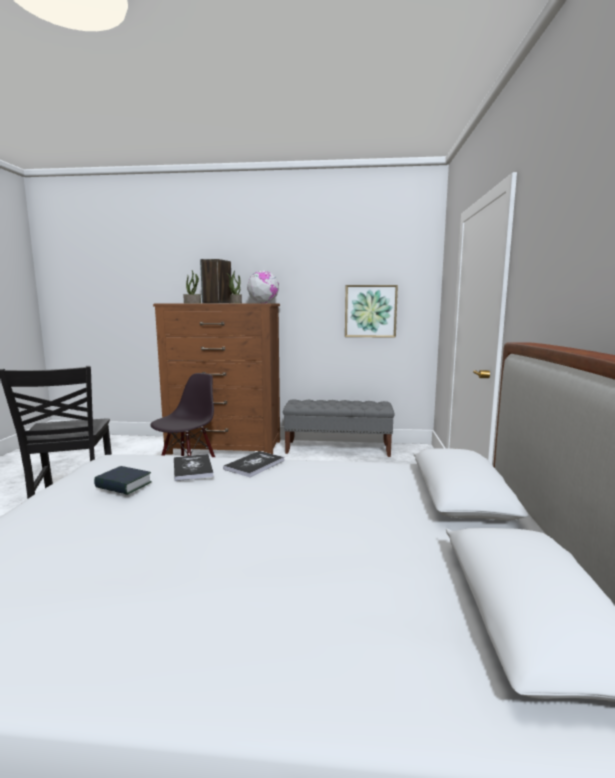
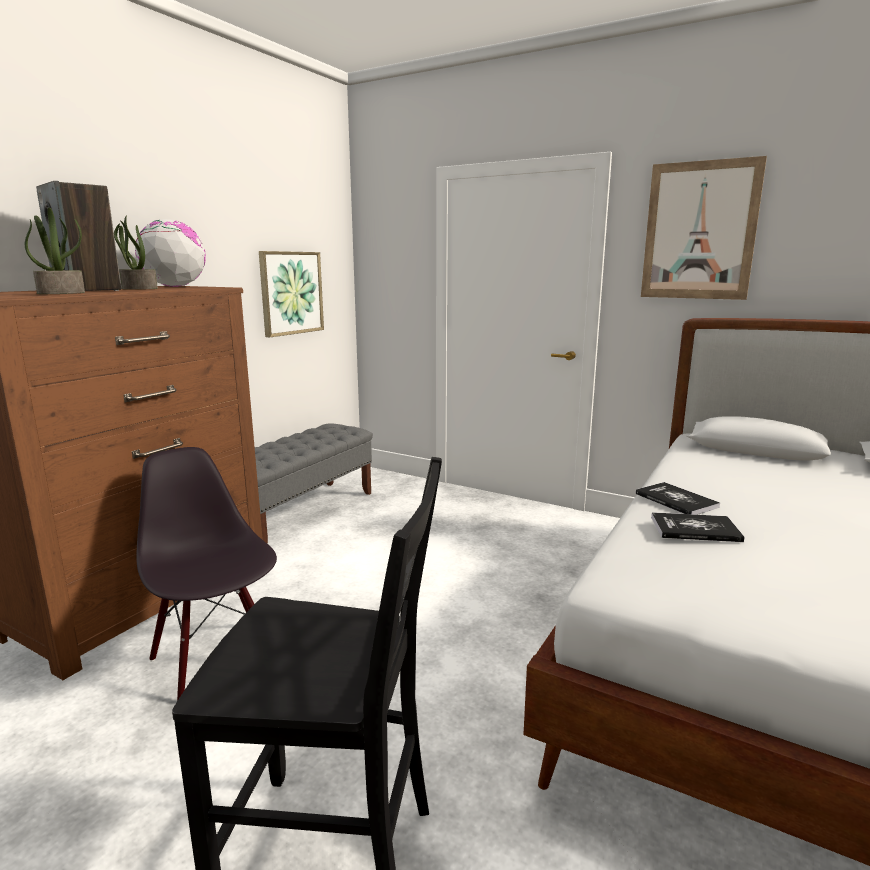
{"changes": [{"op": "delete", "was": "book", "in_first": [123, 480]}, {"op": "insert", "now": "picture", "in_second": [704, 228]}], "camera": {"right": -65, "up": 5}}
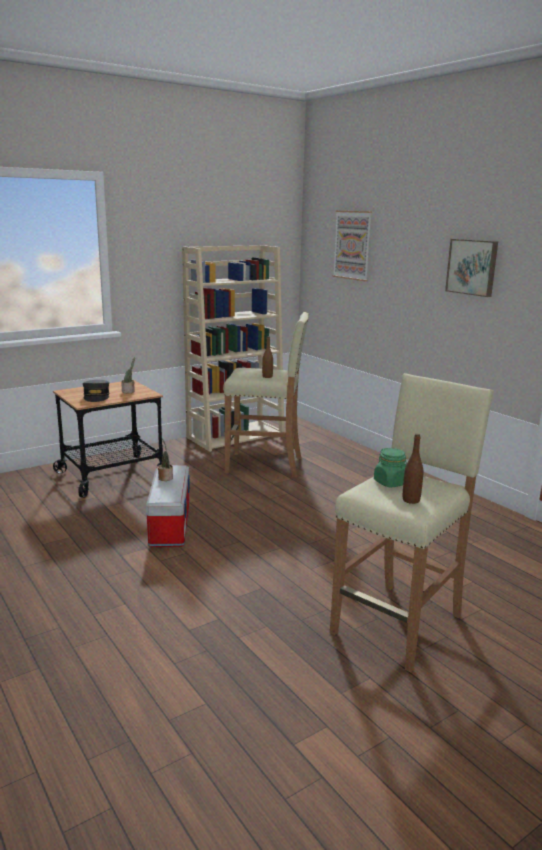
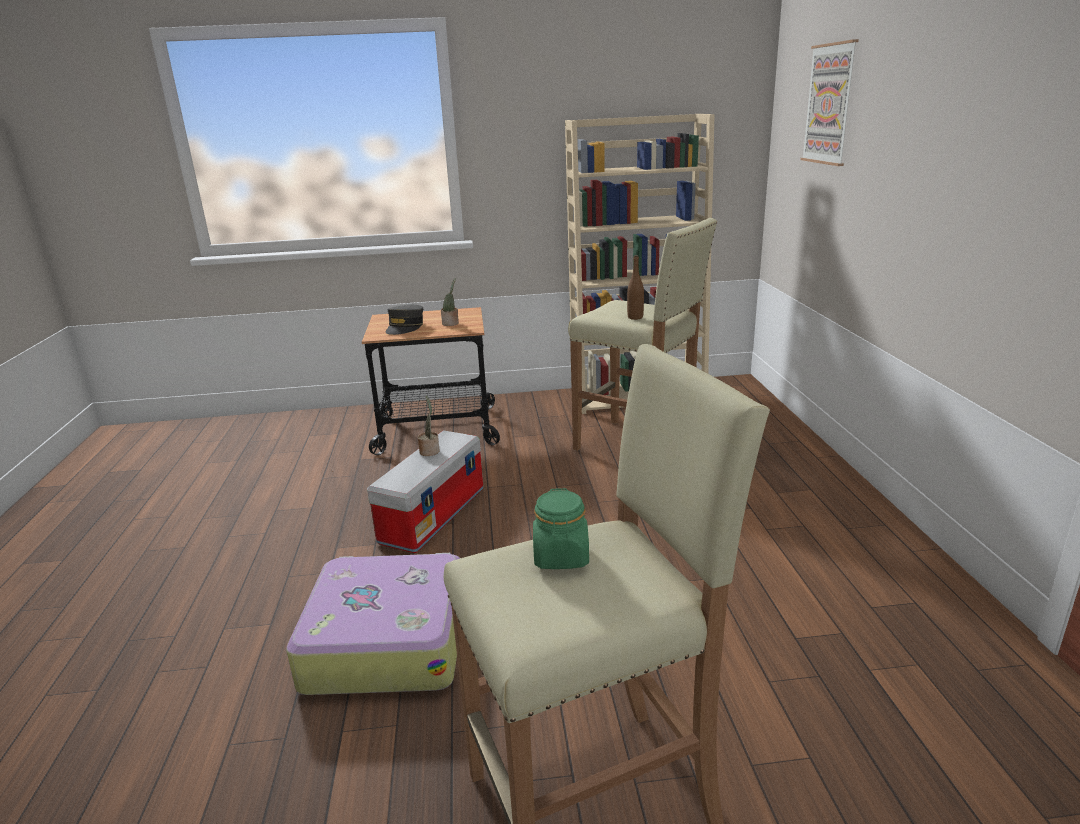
{"changes": [{"op": "delete", "was": "brown bottle", "in_first": [413, 469]}, {"op": "delete", "was": "picture", "in_first": [471, 268]}, {"op": "insert", "now": "suitcase", "in_second": [373, 624]}], "camera": {"right": 30, "up": 5}}
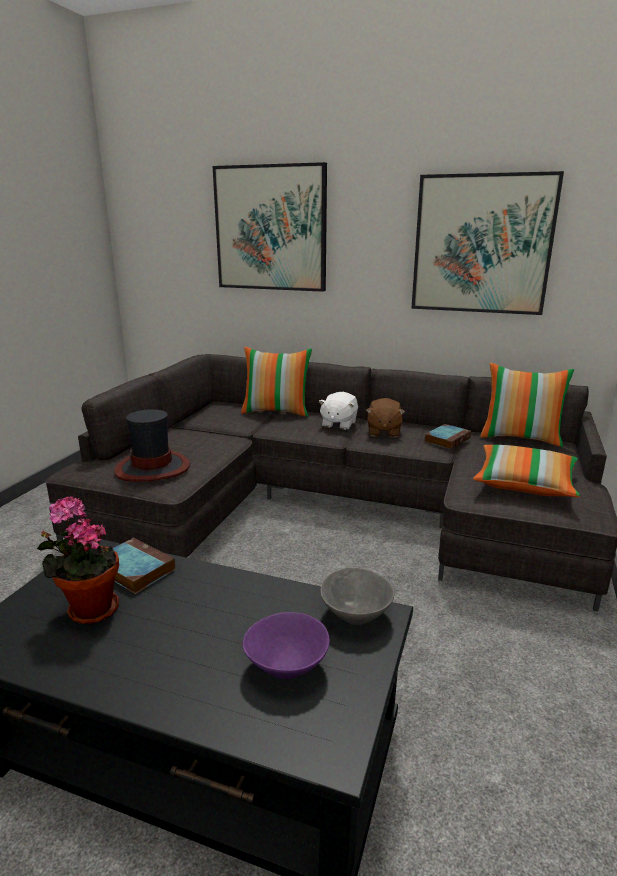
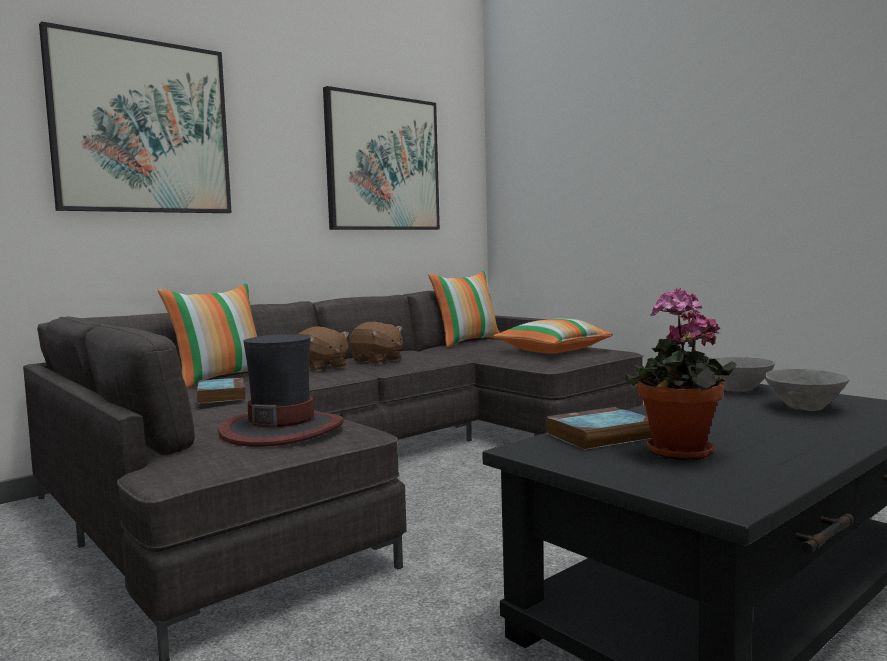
{"changes": [{"op": "recolor", "was": "purple bowl", "now": "grey bowl", "in_first": [286, 645], "in_second": [806, 390]}, {"op": "recolor", "was": "white plush toy", "now": "brown plush toy", "in_first": [338, 411], "in_second": [323, 349]}, {"op": "move", "was": "book", "in_first": [447, 436], "in_second": [221, 390]}], "camera": {"right": -60, "up": -15}}
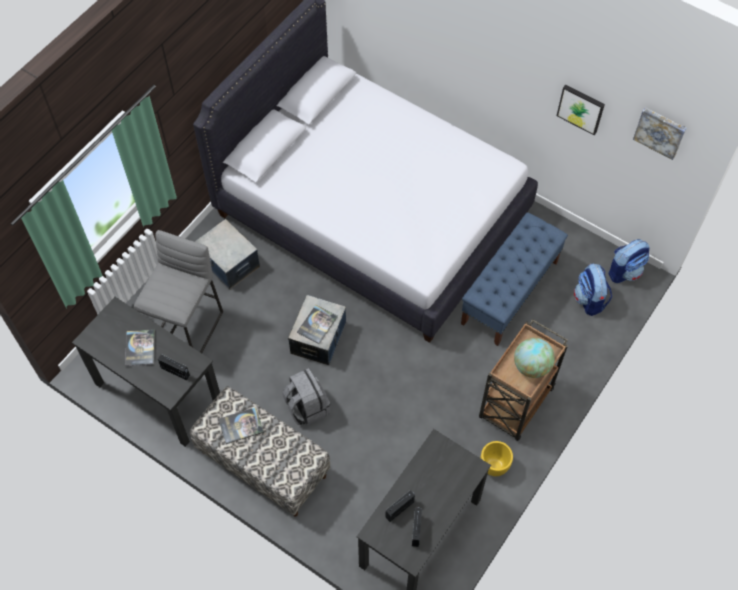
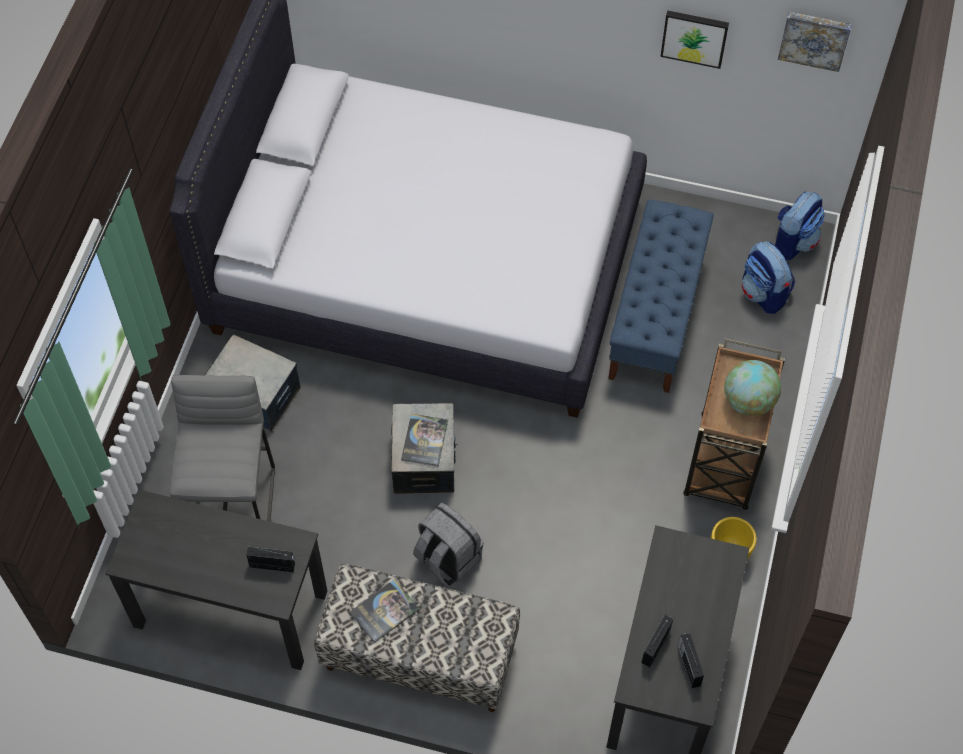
{"changes": [{"op": "delete", "was": "book", "in_first": [140, 347]}], "camera": {"right": -20, "up": 0}}
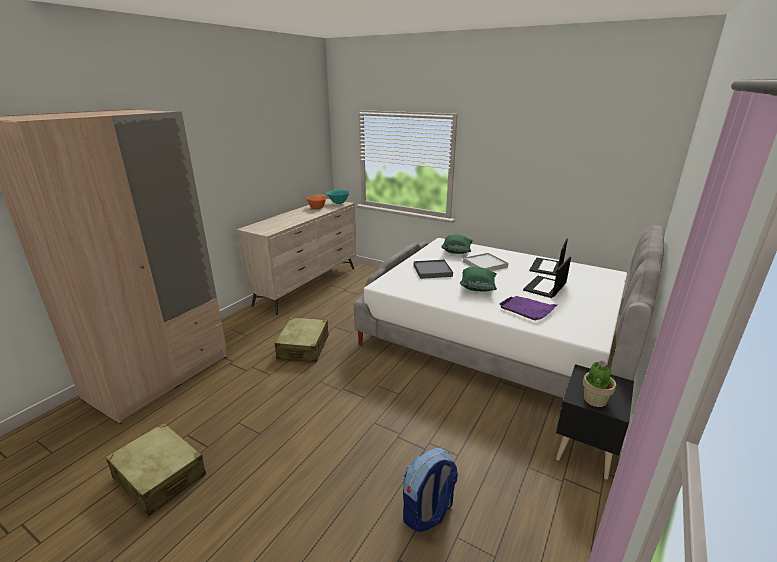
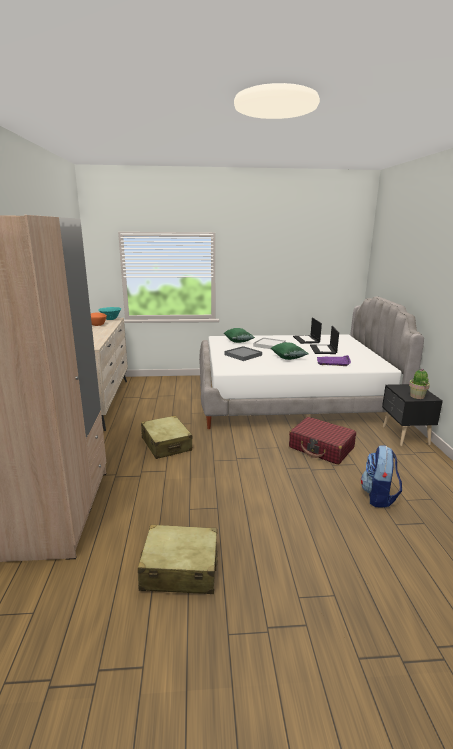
{"changes": [{"op": "insert", "now": "red suitcase", "in_second": [322, 441]}], "camera": {"right": -35, "up": -5}}
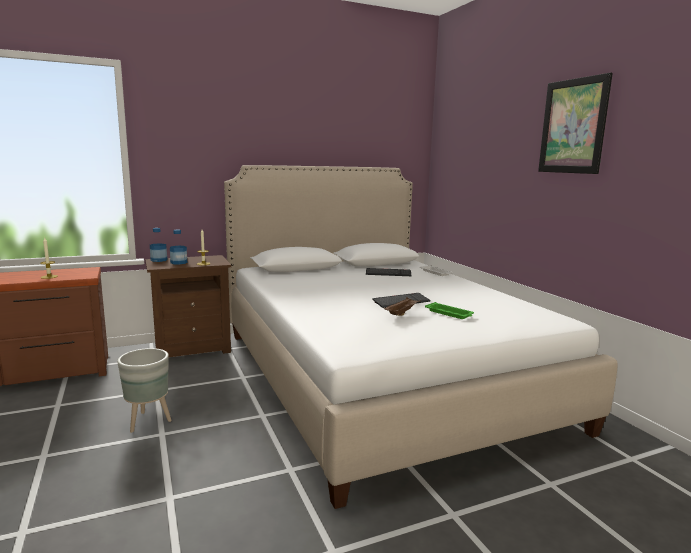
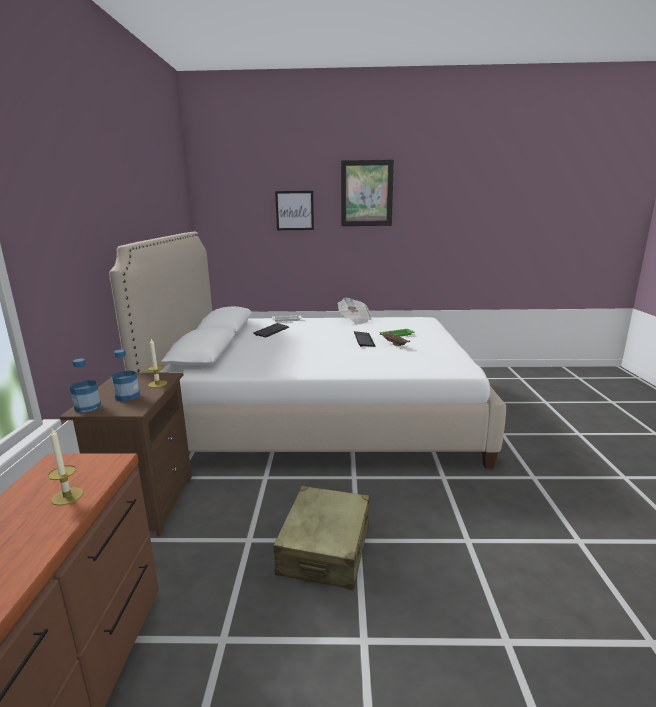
{"changes": [{"op": "replace", "was": "grey planter", "now": "beige suitcase", "in_first": [144, 390], "in_second": [322, 538]}, {"op": "insert", "now": "picture", "in_second": [294, 210]}, {"op": "insert", "now": "newspaper", "in_second": [355, 311]}], "camera": {"right": -65, "up": 5}}
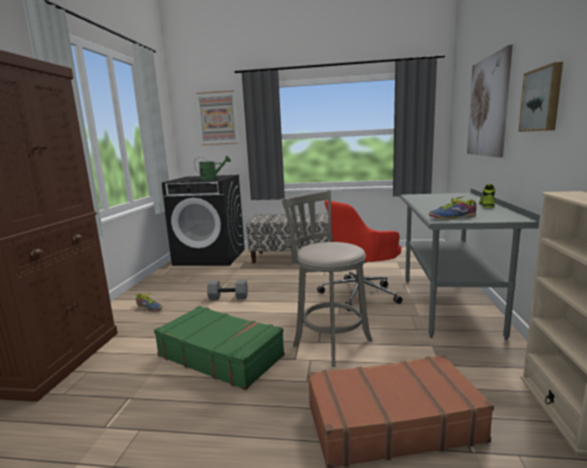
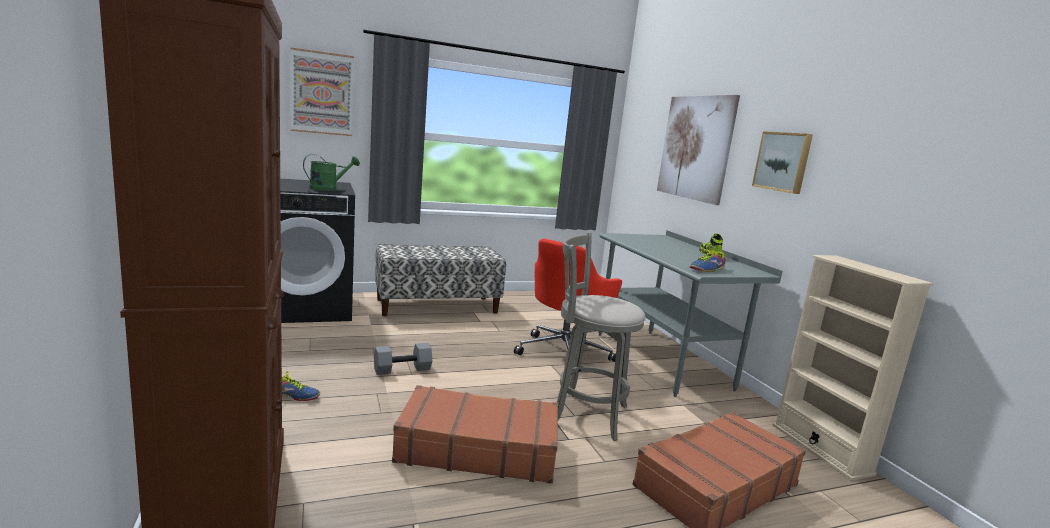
{"changes": [{"op": "recolor", "was": "green suitcase", "now": "brown suitcase", "in_first": [219, 348], "in_second": [475, 434]}], "camera": {"right": -30, "up": 0}}
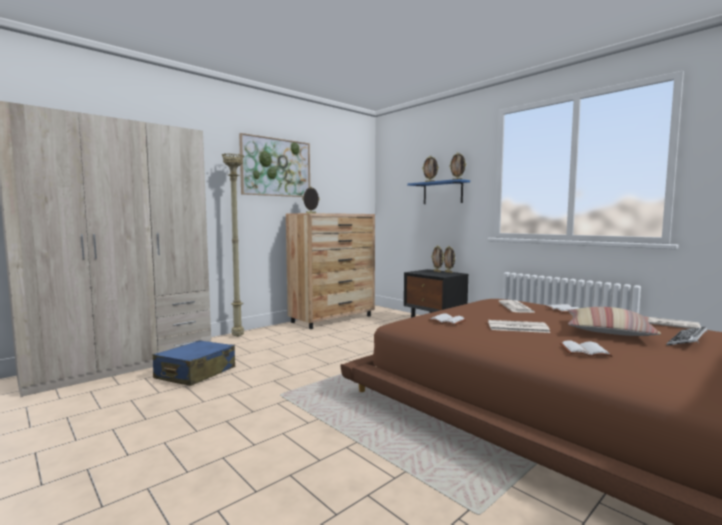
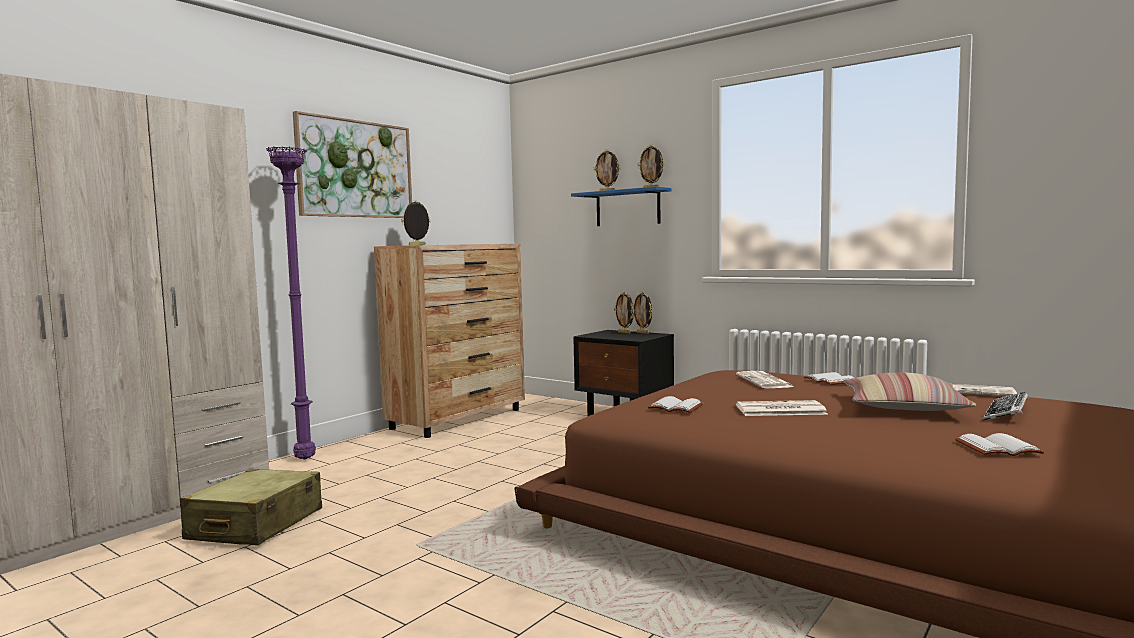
{"changes": [{"op": "recolor", "was": "blue suitcase", "now": "beige suitcase", "in_first": [194, 363], "in_second": [251, 507]}, {"op": "recolor", "was": "beige floor lamp", "now": "purple floor lamp", "in_first": [232, 245], "in_second": [291, 302]}, {"op": "move", "was": "white book", "in_first": [586, 348], "in_second": [999, 444]}], "camera": {"right": -10, "up": 0}}
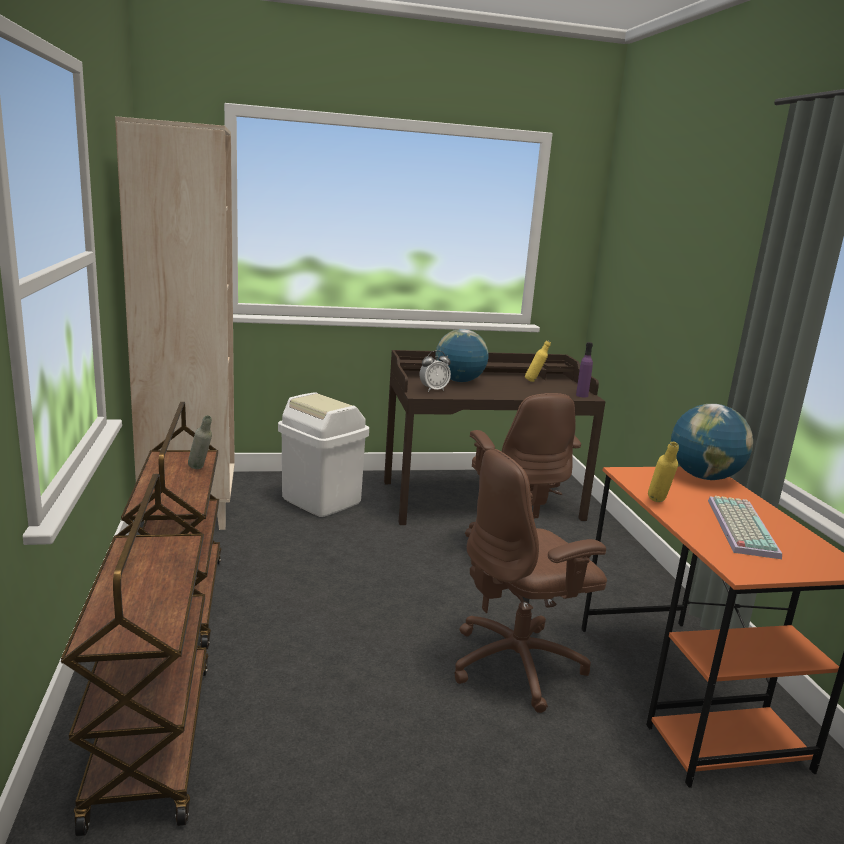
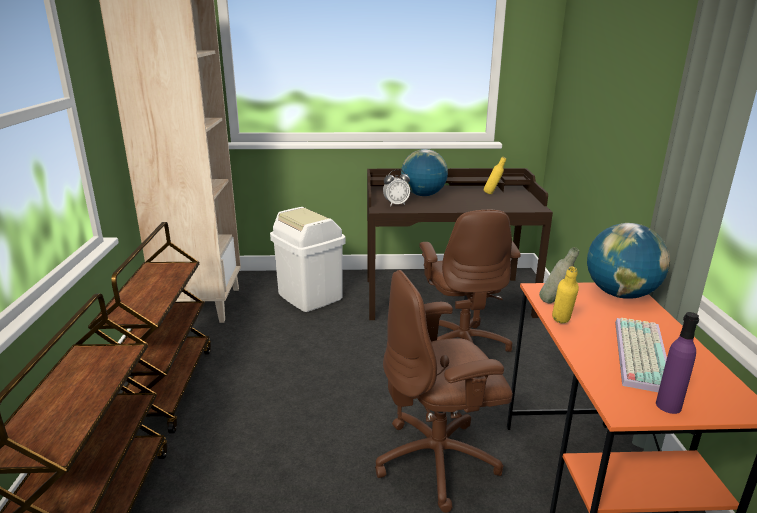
{"changes": [{"op": "move", "was": "grey bottle", "in_first": [200, 442], "in_second": [559, 275]}, {"op": "move", "was": "purple bottle", "in_first": [584, 370], "in_second": [677, 363]}], "camera": {"right": 10, "up": 5}}
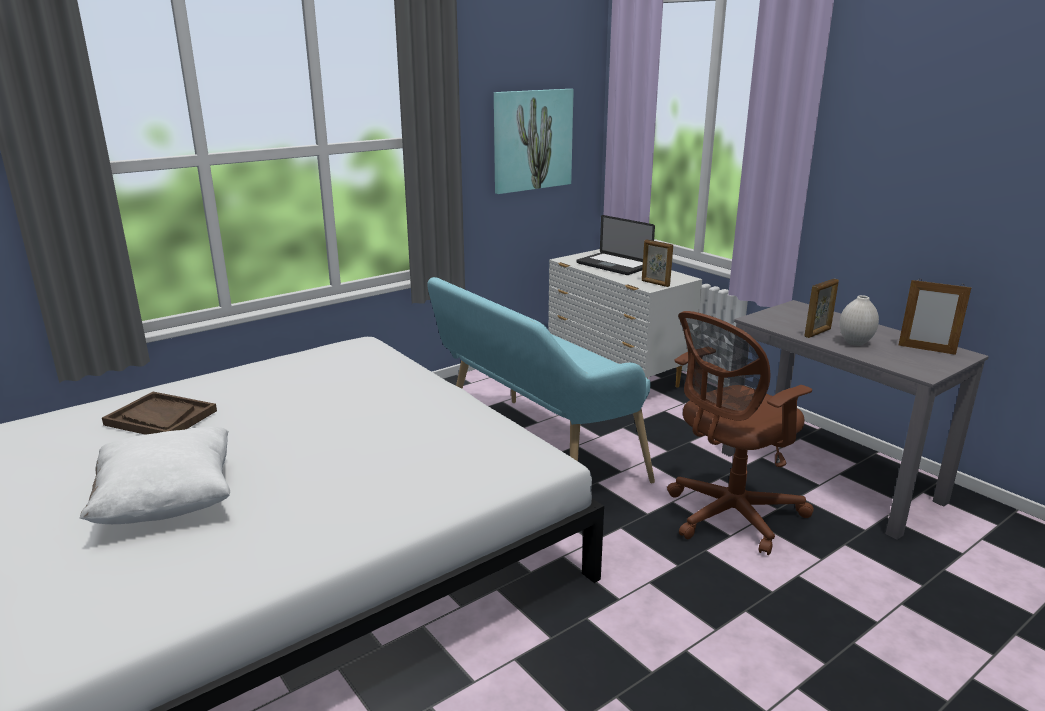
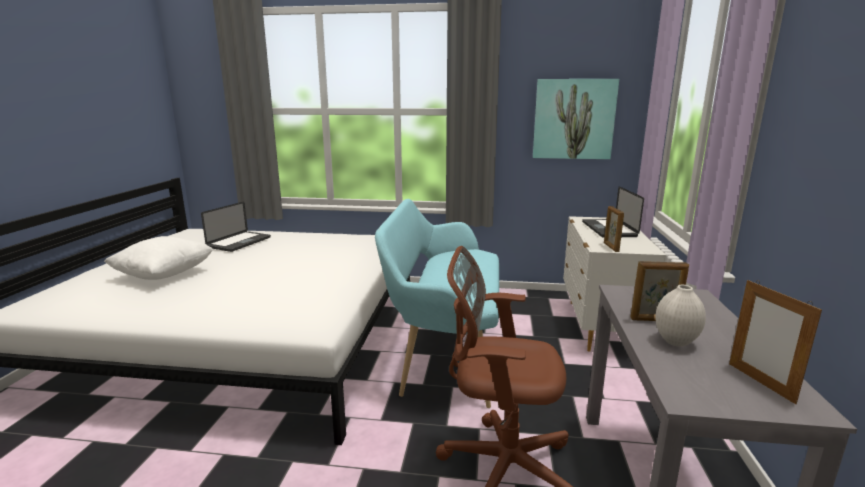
{"changes": [{"op": "replace", "was": "brown tray", "now": "laptop", "in_first": [159, 413], "in_second": [236, 227]}], "camera": {"right": 45, "up": -5}}
